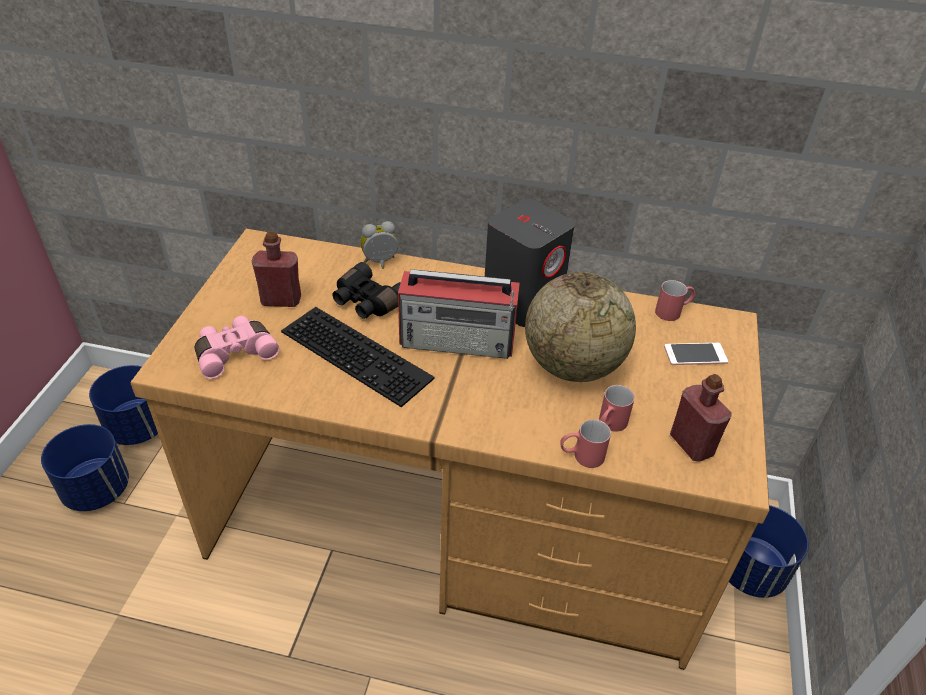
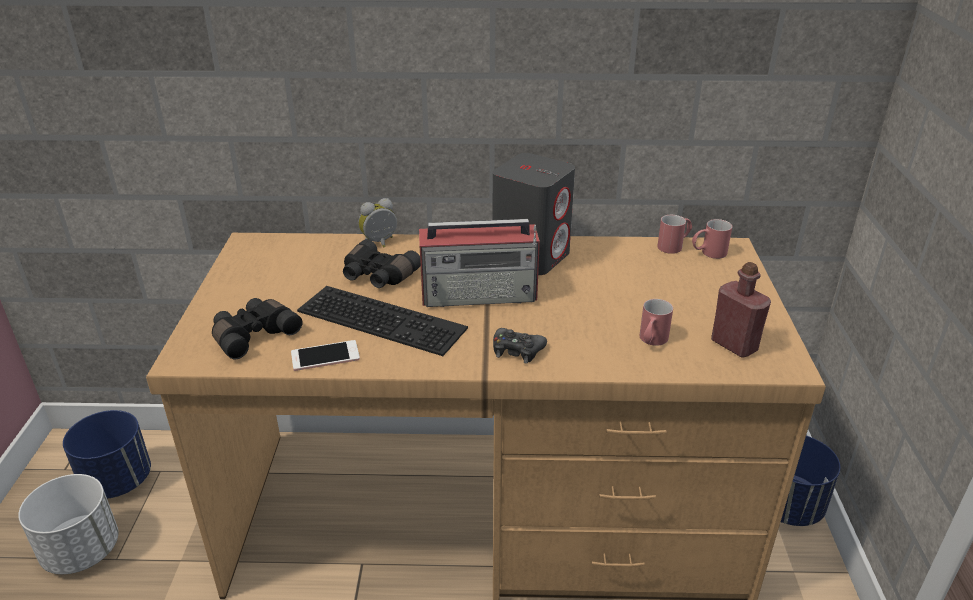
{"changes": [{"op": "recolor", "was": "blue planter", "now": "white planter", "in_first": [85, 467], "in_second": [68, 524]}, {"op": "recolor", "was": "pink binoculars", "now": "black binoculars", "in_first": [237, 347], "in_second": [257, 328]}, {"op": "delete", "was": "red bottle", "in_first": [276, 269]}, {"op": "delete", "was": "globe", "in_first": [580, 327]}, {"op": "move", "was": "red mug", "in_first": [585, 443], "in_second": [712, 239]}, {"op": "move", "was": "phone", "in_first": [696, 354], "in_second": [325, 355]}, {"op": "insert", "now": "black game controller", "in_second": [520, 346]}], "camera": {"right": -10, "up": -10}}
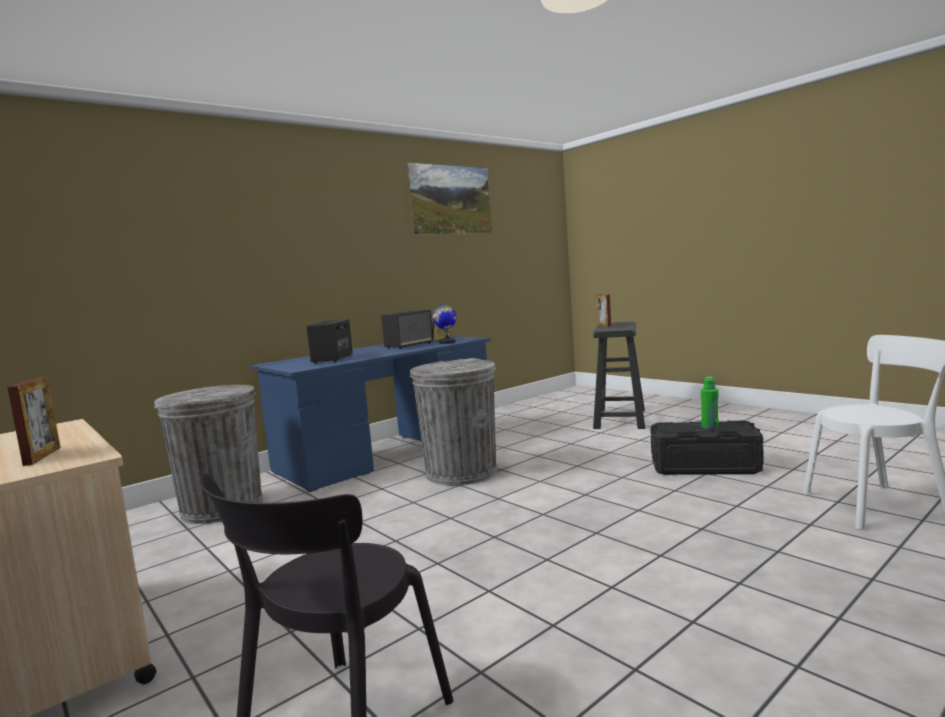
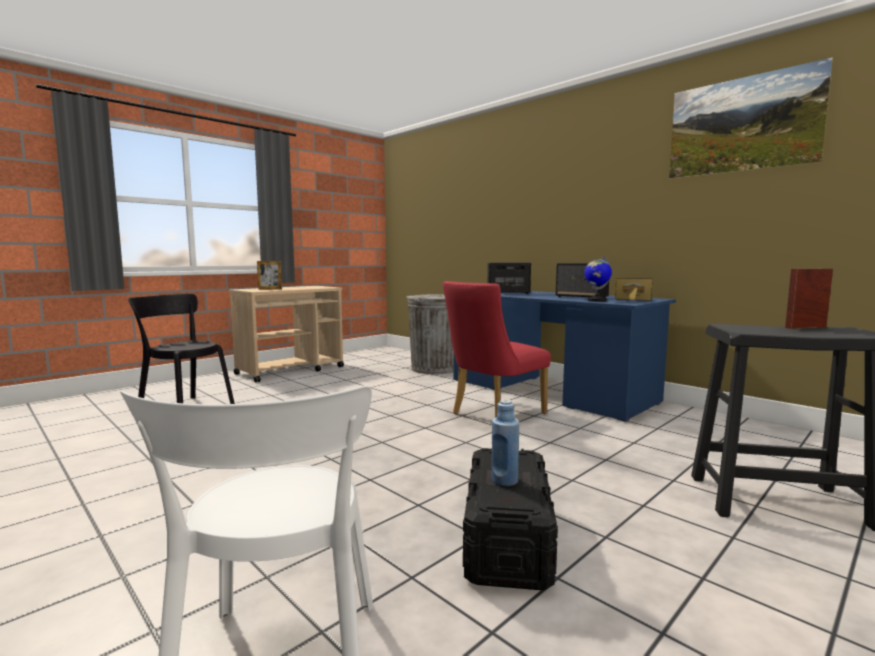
{"changes": [{"op": "replace", "was": "grey trash can", "now": "red chair", "in_first": [453, 422], "in_second": [497, 349]}, {"op": "recolor", "was": "green bottle", "now": "blue bottle", "in_first": [710, 403], "in_second": [505, 443]}], "camera": {"right": 85, "up": 0}}
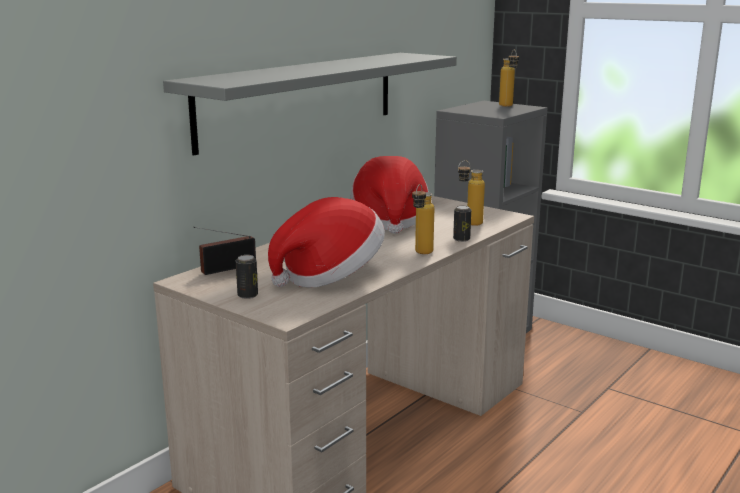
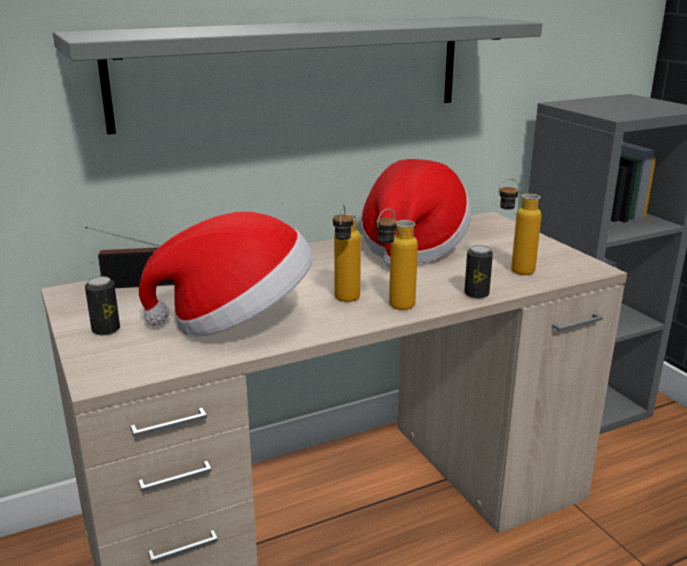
{"changes": [{"op": "move", "was": "bottle", "in_first": [509, 78], "in_second": [347, 253]}], "camera": {"right": 25, "up": 5}}
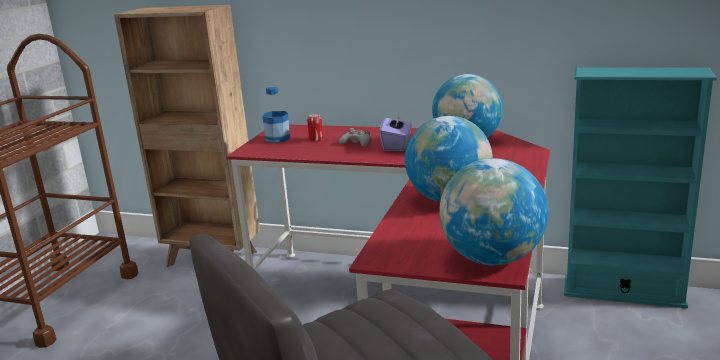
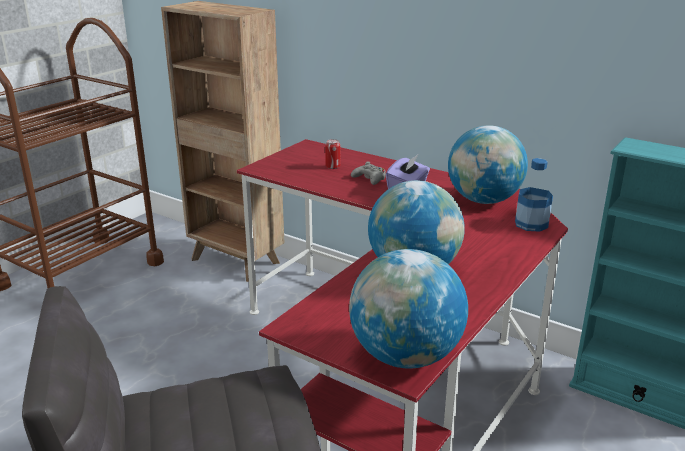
{"changes": [{"op": "move", "was": "bottle", "in_first": [276, 114], "in_second": [534, 195]}], "camera": {"right": 15, "up": 5}}
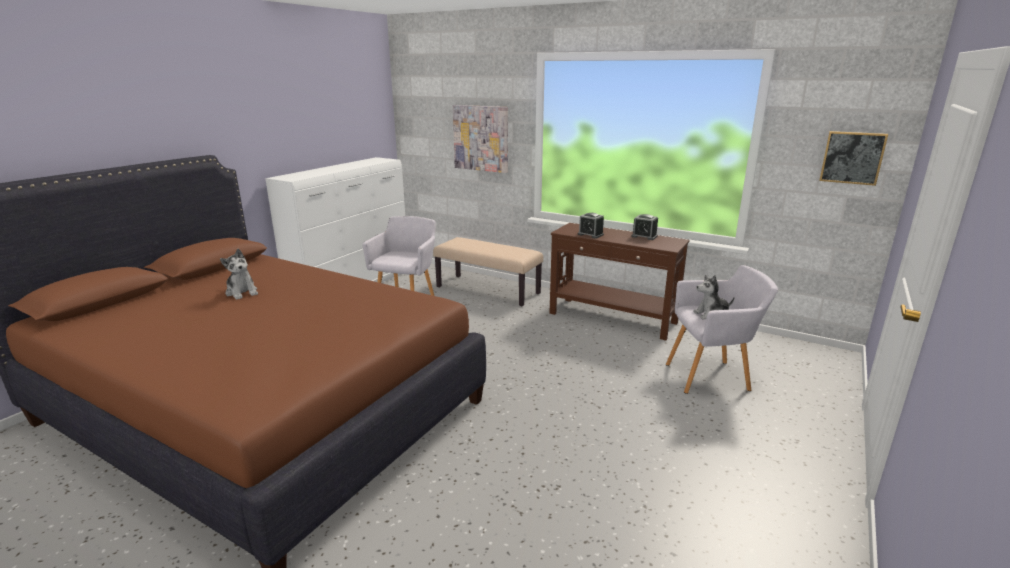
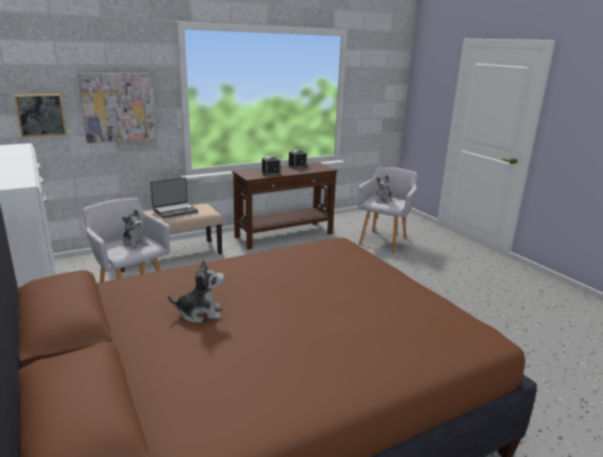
{"changes": [{"op": "move", "was": "picture", "in_first": [853, 158], "in_second": [40, 115]}, {"op": "insert", "now": "plush toy", "in_second": [135, 229]}, {"op": "insert", "now": "laptop", "in_second": [174, 197]}], "camera": {"right": -60, "up": 0}}
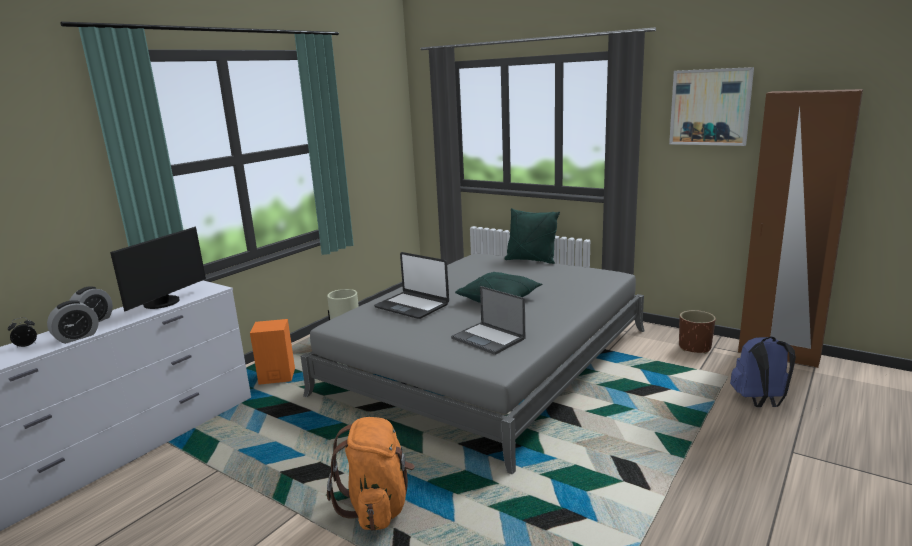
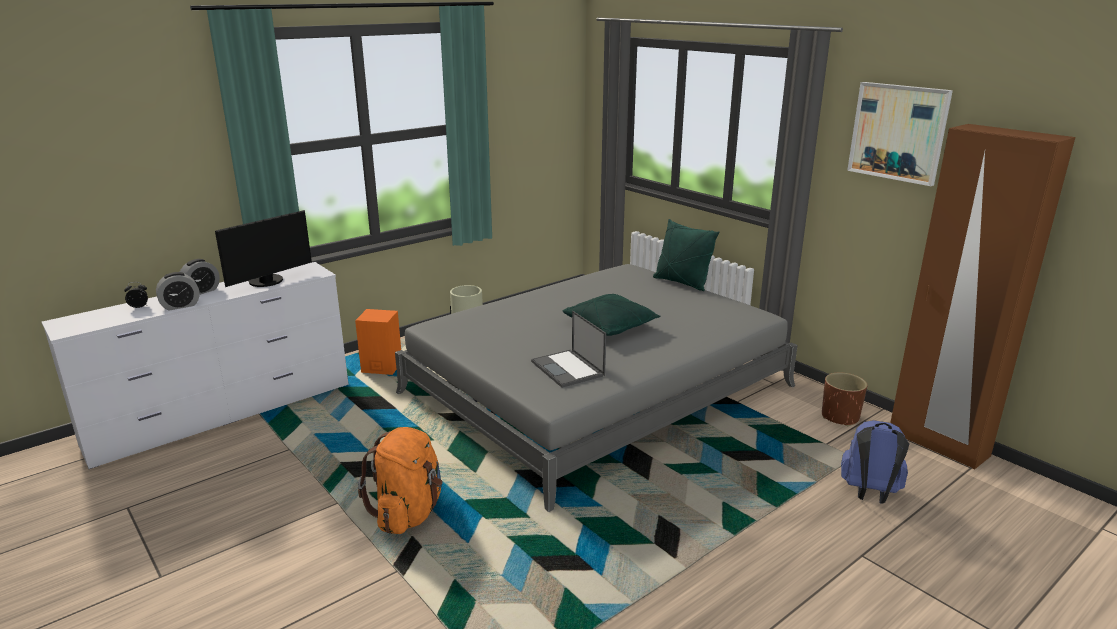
{"changes": [{"op": "delete", "was": "laptop", "in_first": [411, 285]}], "camera": {"right": 15, "up": 5}}
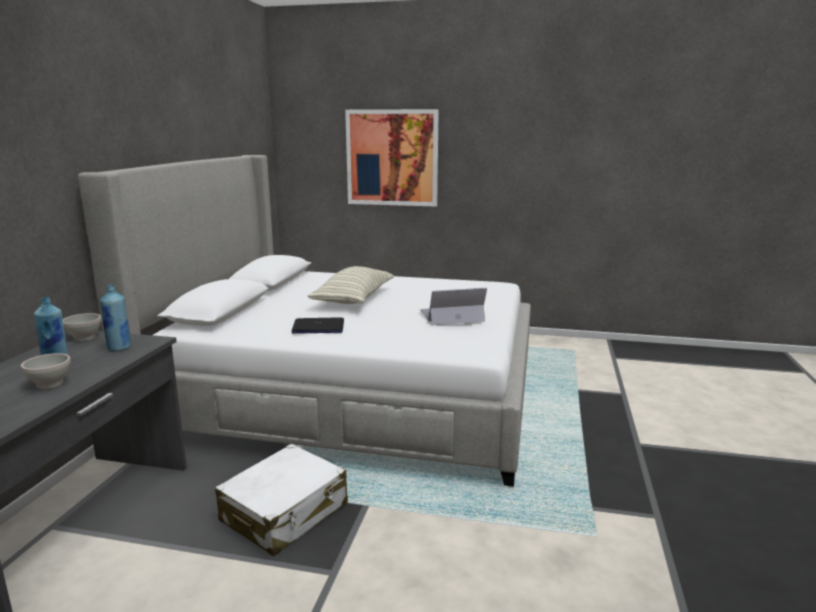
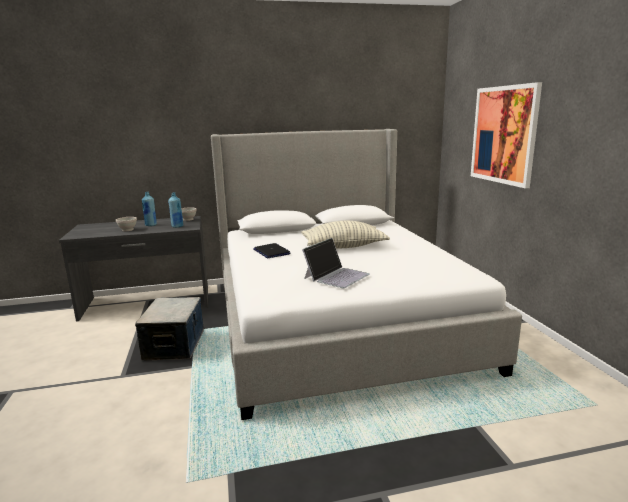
{"changes": [{"op": "replace", "was": "white suitcase", "now": "storage box", "in_first": [281, 500], "in_second": [169, 329]}, {"op": "rotate", "was": "laptop", "in_first": [453, 306], "in_second": [336, 263], "clockwise": 75}], "camera": {"right": 65, "up": 0}}
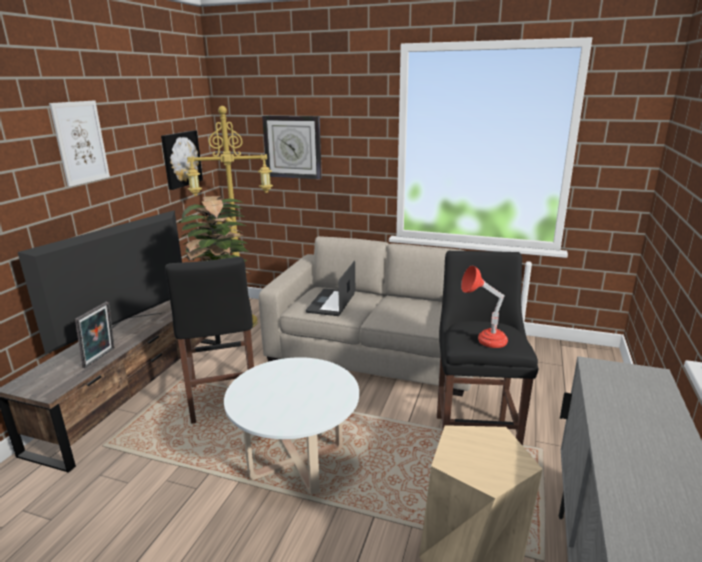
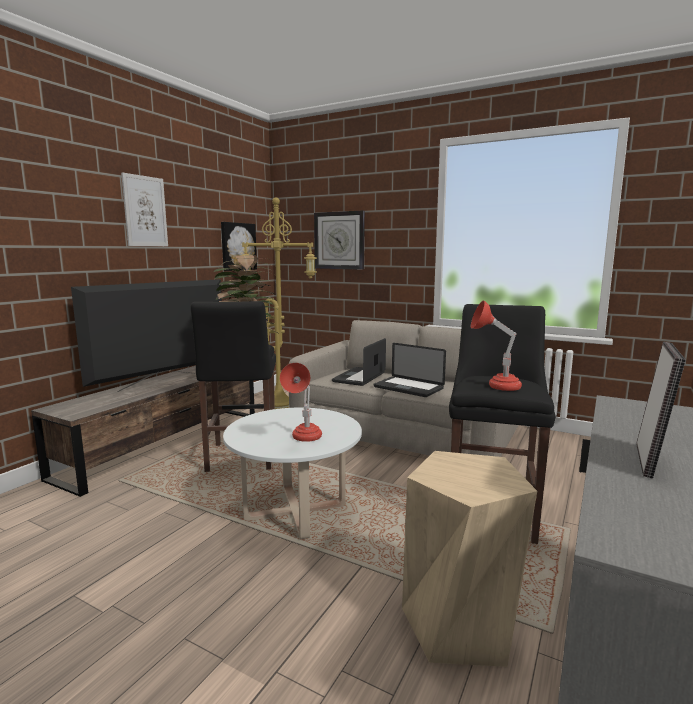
{"changes": [{"op": "move", "was": "picture frame", "in_first": [95, 335], "in_second": [661, 410]}, {"op": "insert", "now": "red table lamp", "in_second": [301, 402]}, {"op": "insert", "now": "laptop", "in_second": [410, 370]}], "camera": {"right": 10, "up": -10}}
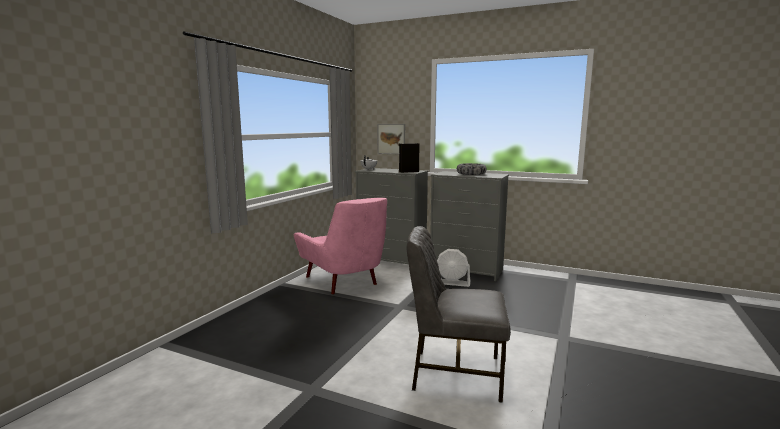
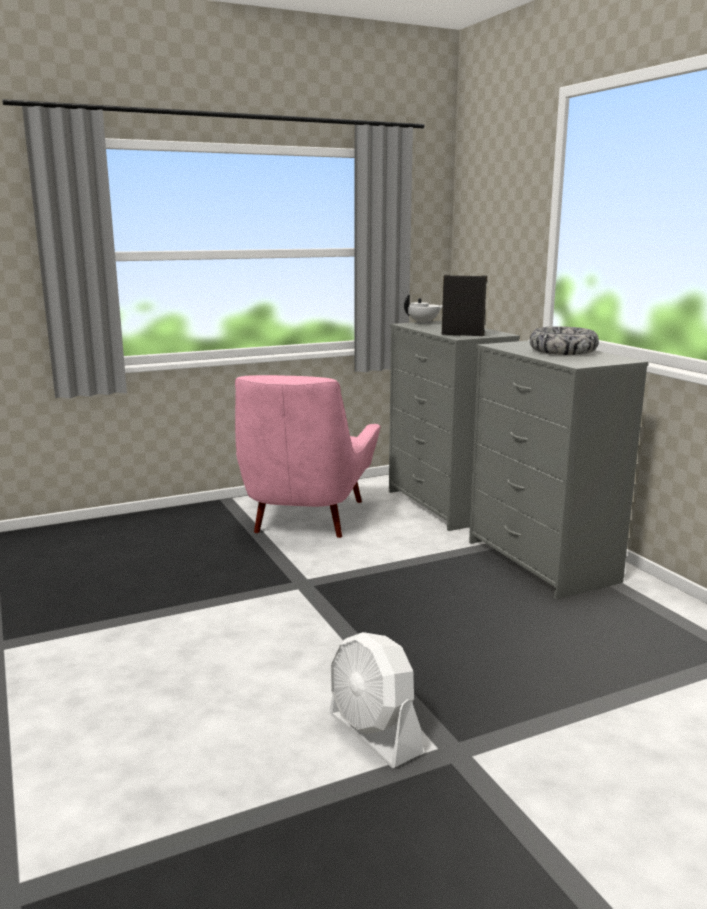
{"changes": [{"op": "delete", "was": "picture", "in_first": [391, 139]}, {"op": "delete", "was": "grey chair", "in_first": [458, 314]}, {"op": "move", "was": "white fan", "in_first": [454, 268], "in_second": [376, 700]}], "camera": {"right": 40, "up": 5}}
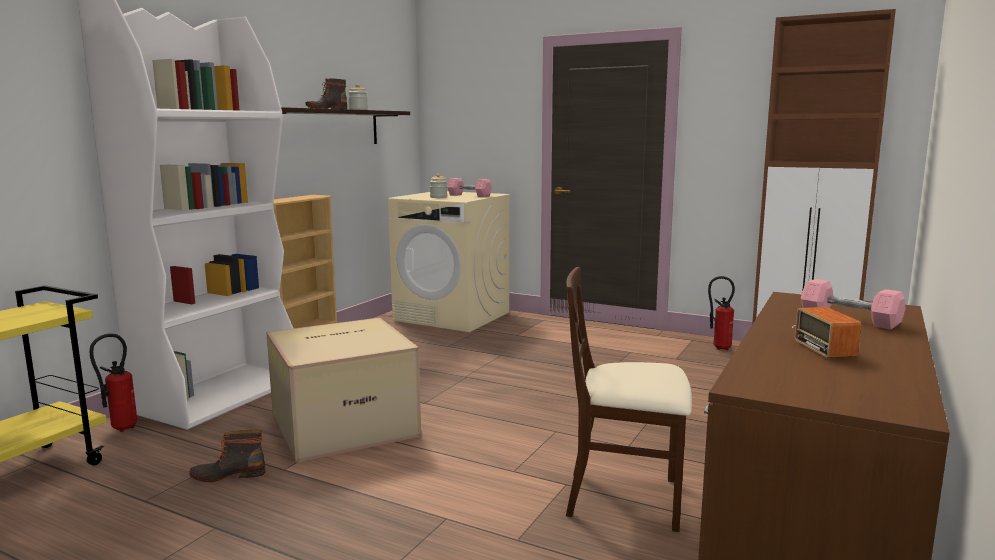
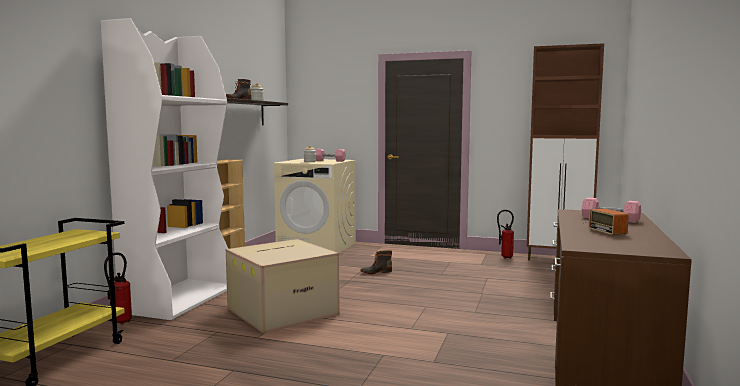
{"changes": [{"op": "move", "was": "boot", "in_first": [227, 456], "in_second": [376, 262]}, {"op": "delete", "was": "beige chair", "in_first": [629, 399]}], "camera": {"right": -10, "up": -5}}
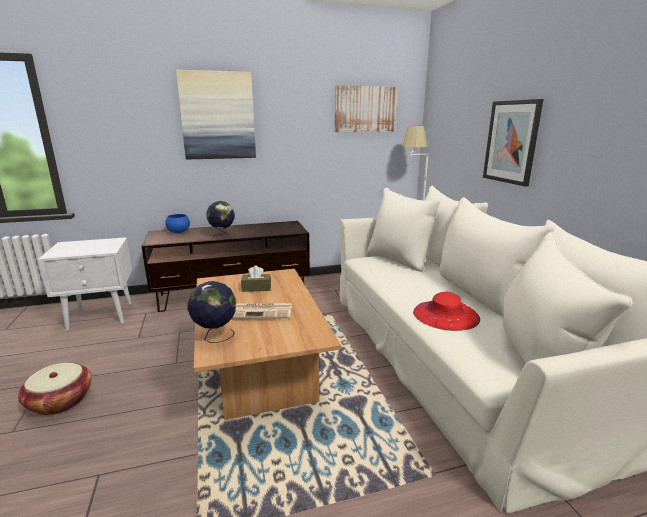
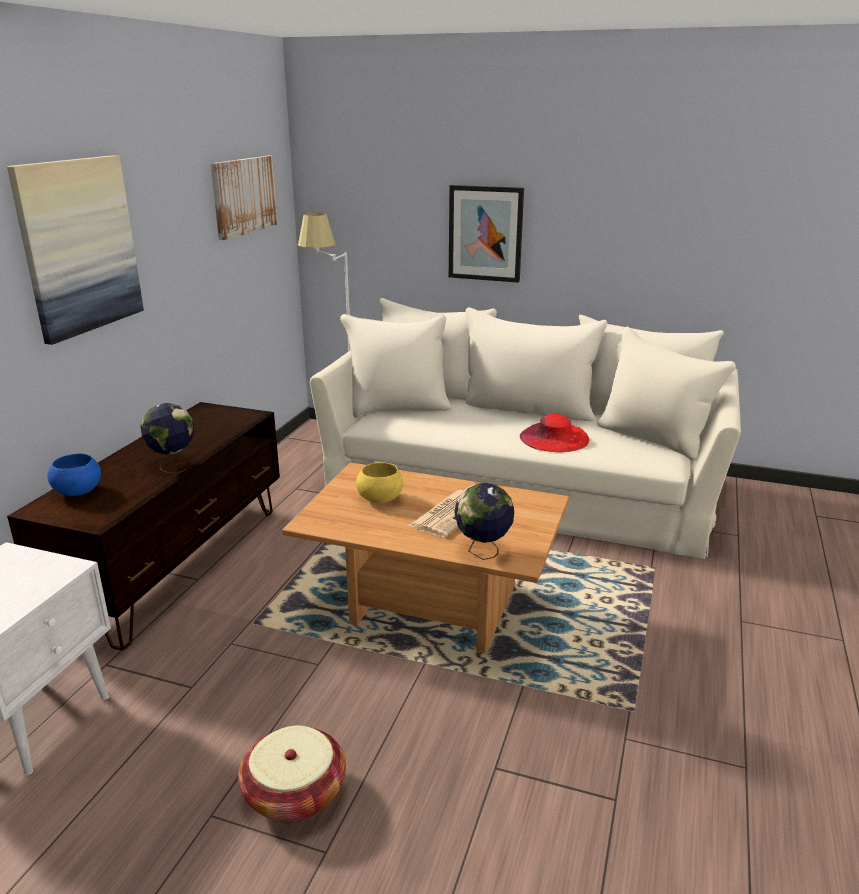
{"changes": [{"op": "replace", "was": "brown tissue box", "now": "yellow bowl", "in_first": [256, 279], "in_second": [379, 482]}], "camera": {"right": -55, "up": 5}}
